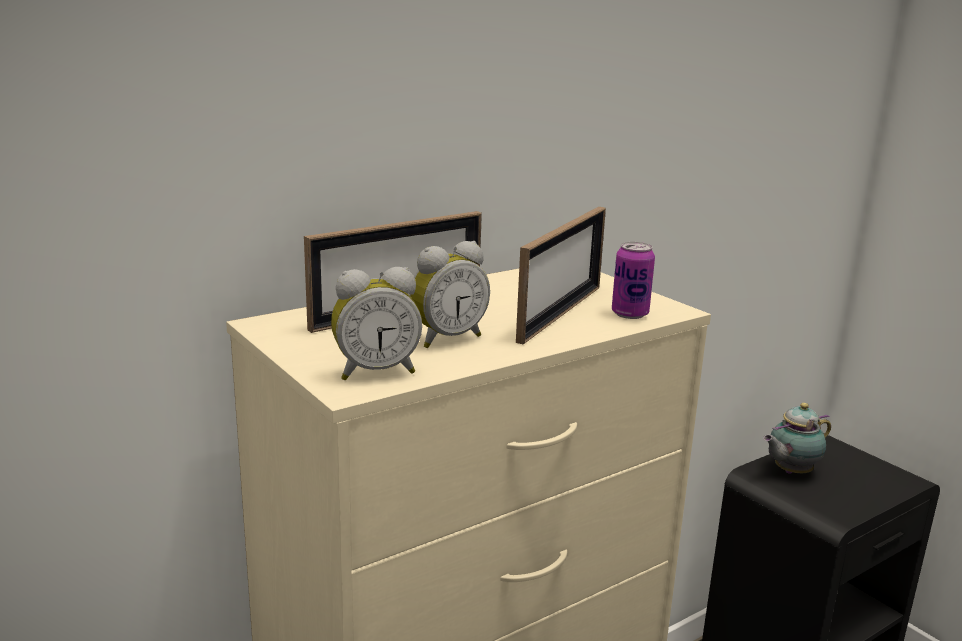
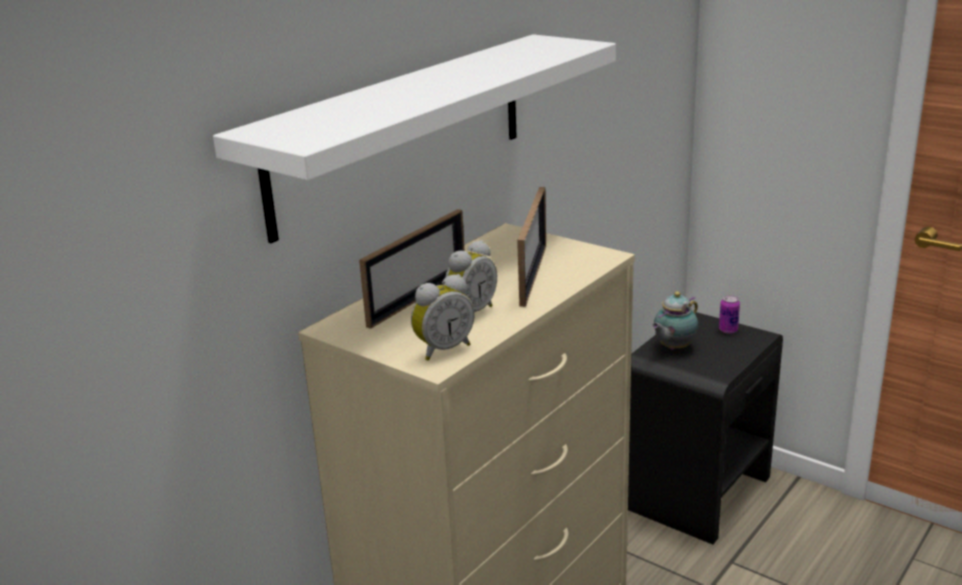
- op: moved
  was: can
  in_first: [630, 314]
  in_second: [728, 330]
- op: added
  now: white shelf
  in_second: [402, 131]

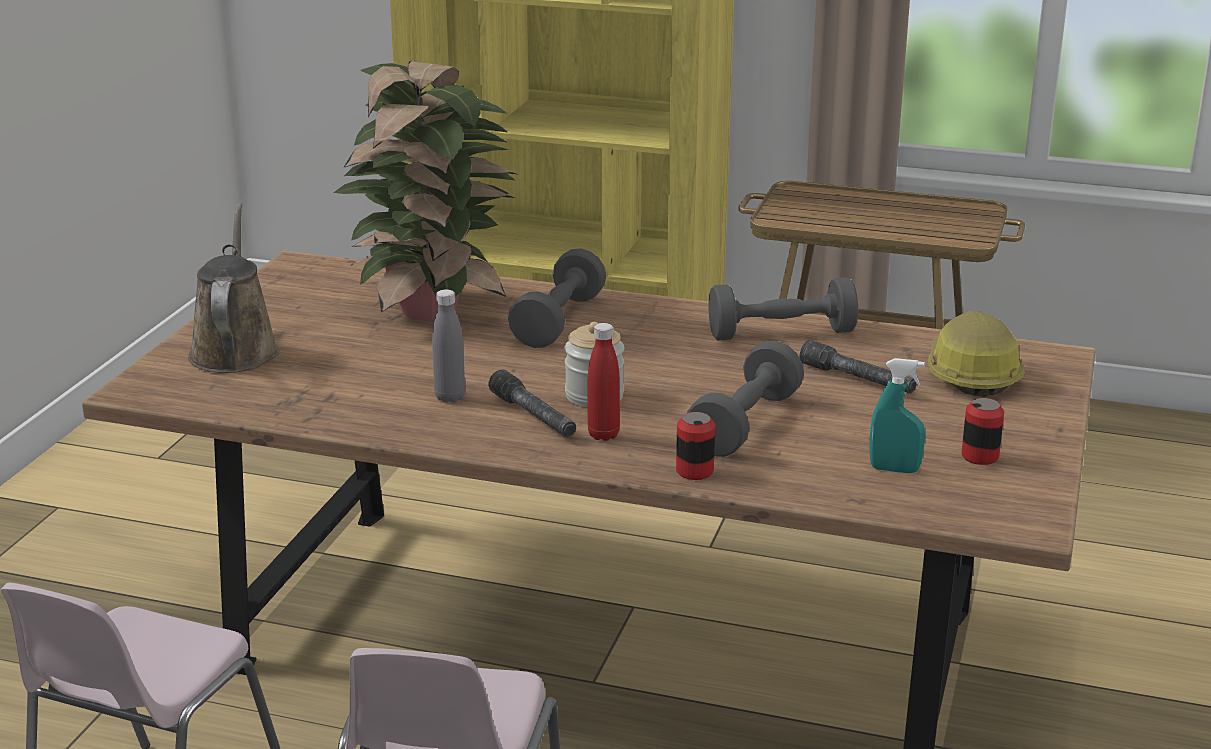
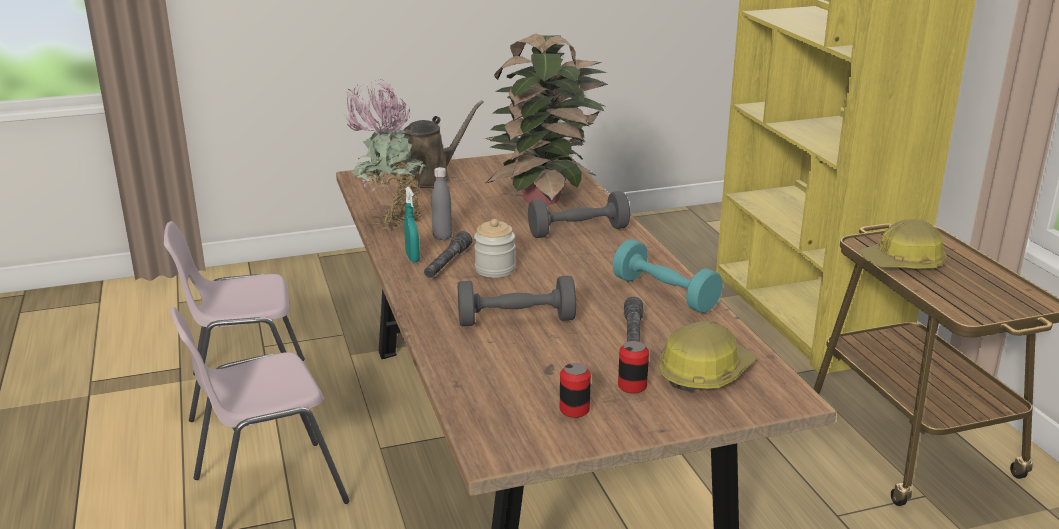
- op: removed
  was: red bottle
  in_first: [603, 435]
- op: moved
  was: can
  in_first: [694, 471]
  in_second: [632, 386]
- op: recoloured
  was: grey dumbbell
  now: turquoise dumbbell
  in_first: [781, 333]
  in_second: [665, 294]
- op: moved
  was: turquoise spray bottle
  in_first: [894, 469]
  in_second: [412, 258]
- op: added
  now: potted plant
  in_second: [391, 220]
- op: added
  now: hard hat
  in_second: [903, 263]

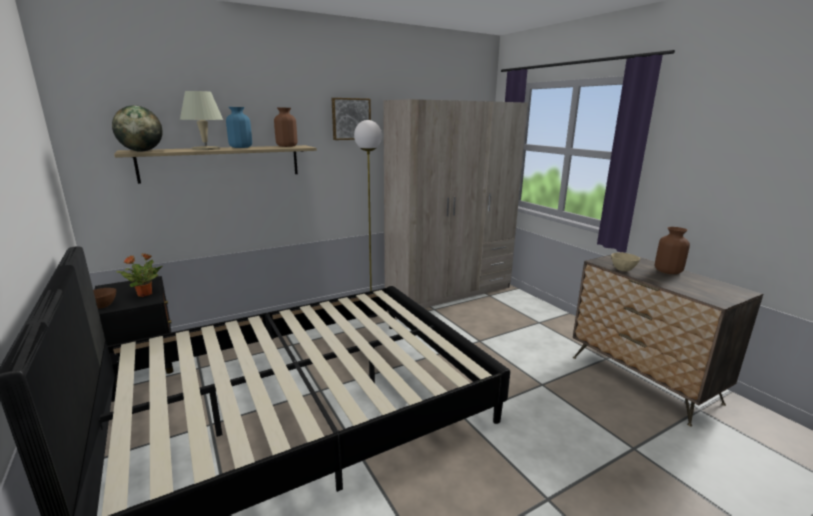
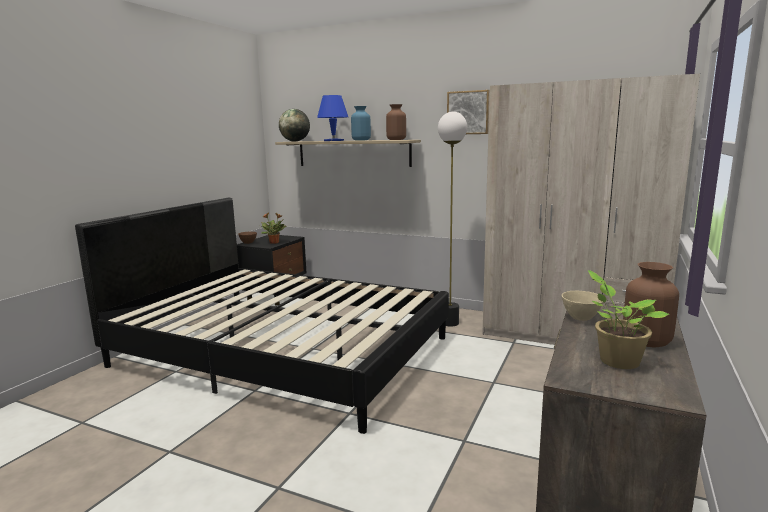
- op: recoloured
  was: beige table lamp
  now: blue table lamp
  in_first: [206, 149]
  in_second: [333, 140]
- op: added
  now: potted plant
  in_second: [616, 360]

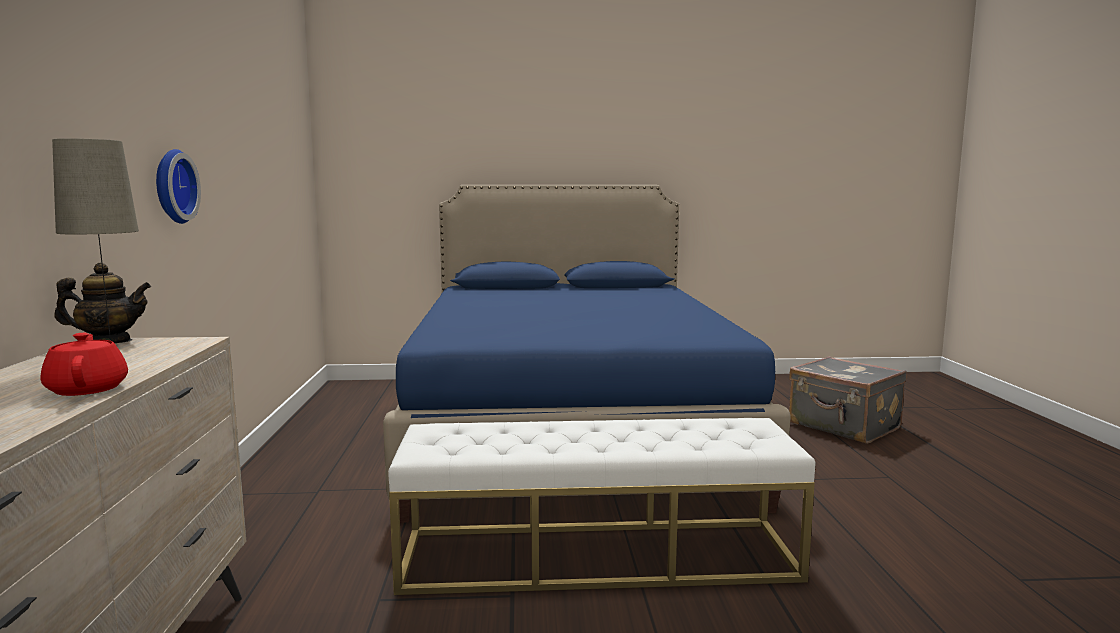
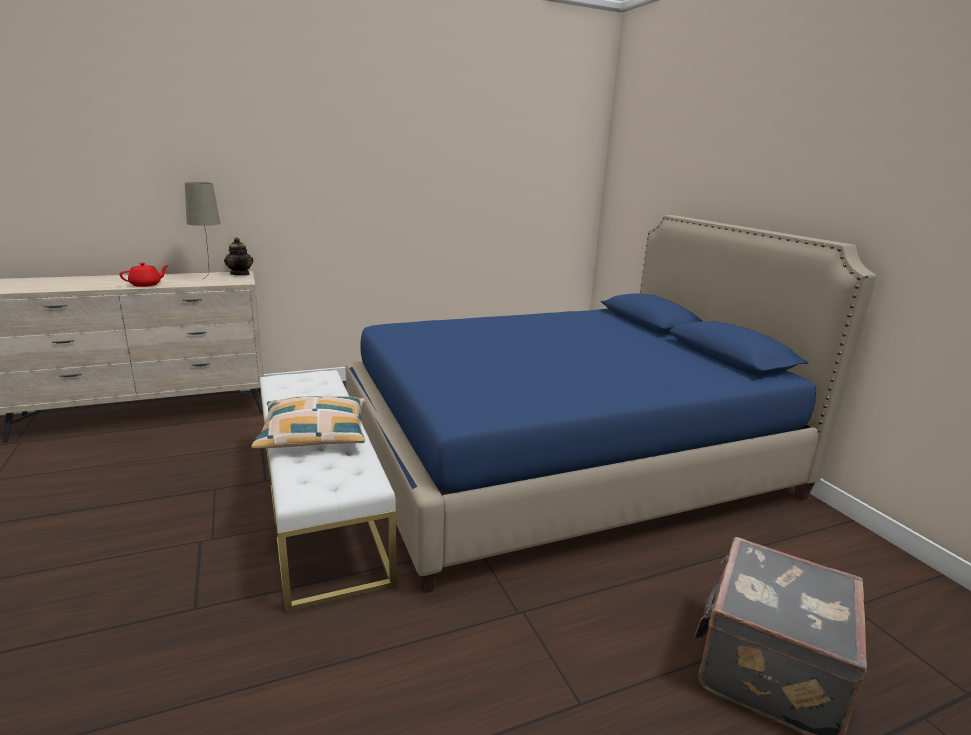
- op: removed
  was: wall clock
  in_first: [171, 186]
- op: added
  now: pillow
  in_second: [314, 434]

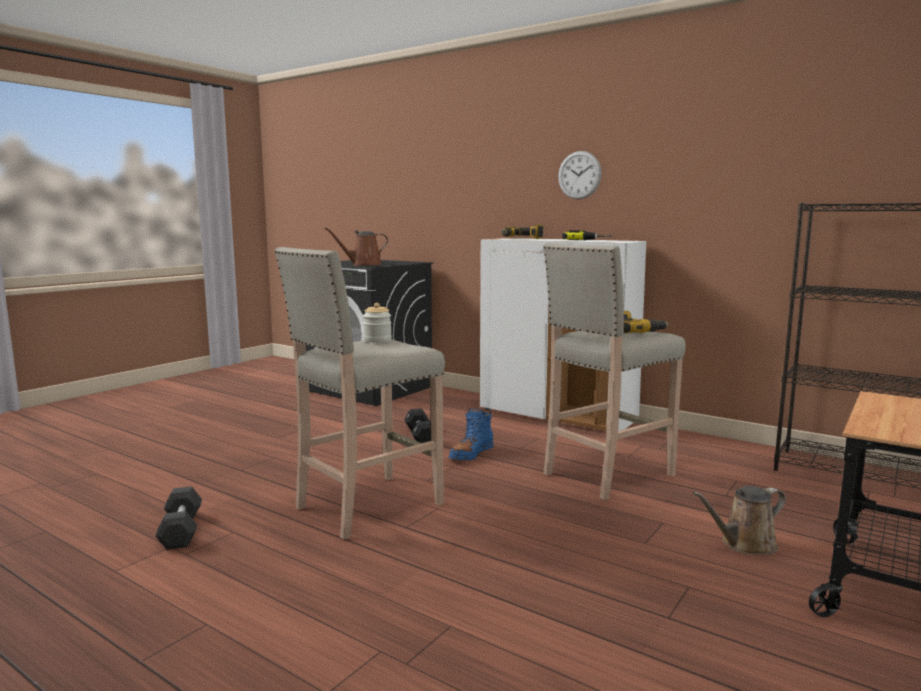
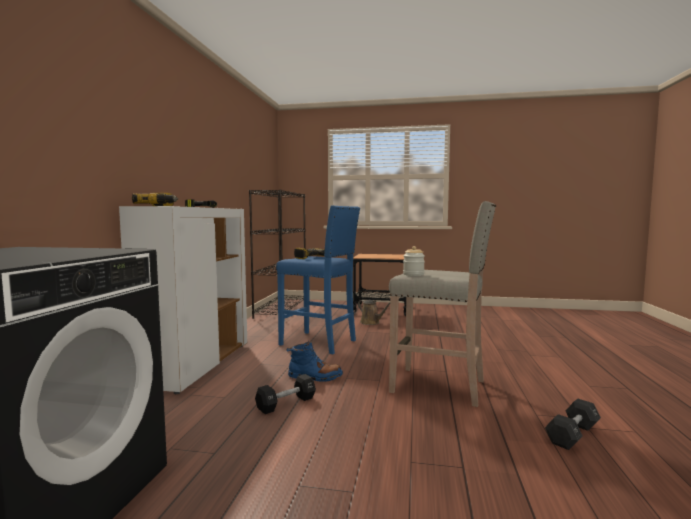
- op: removed
  was: brown watering can
  in_first: [363, 265]
- op: recoloured
  was: beige stool
  now: blue stool
  in_first: [605, 475]
  in_second: [319, 343]
- op: removed
  was: wall clock
  in_first: [579, 175]

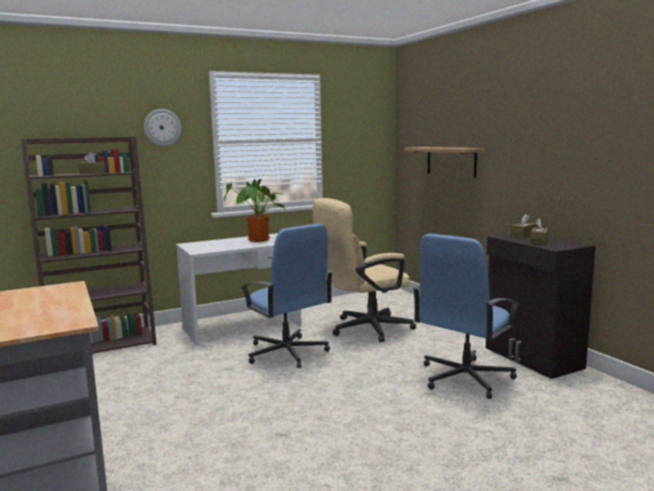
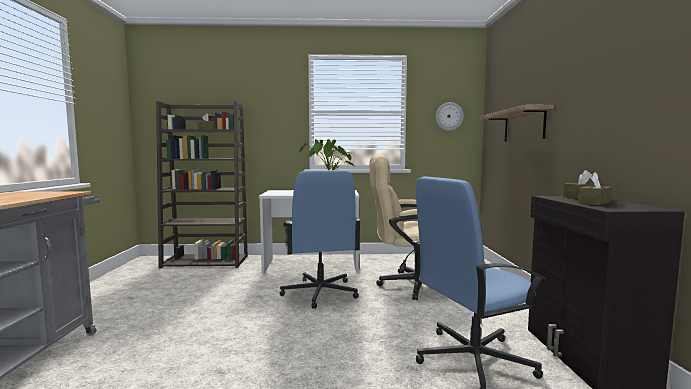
- op: moved
  was: wall clock
  in_first: [162, 127]
  in_second: [449, 116]

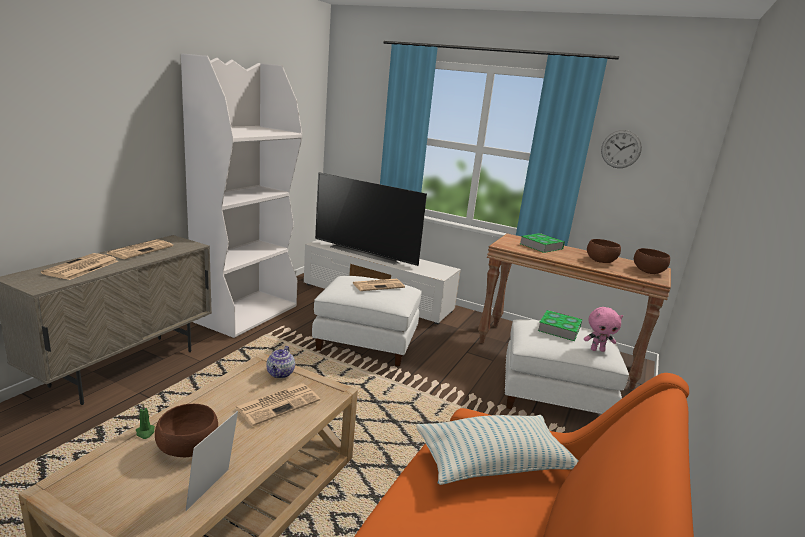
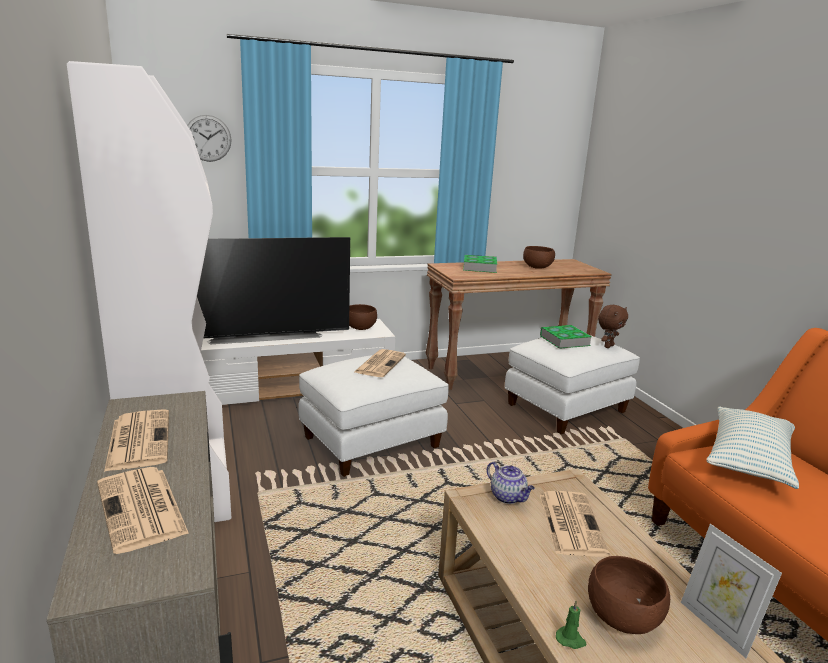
- op: recoloured
  was: pink plush toy
  now: brown plush toy
  in_first: [597, 350]
  in_second: [608, 346]
- op: moved
  was: wall clock
  in_first: [621, 149]
  in_second: [208, 138]
- op: moved
  was: brown bowl
  in_first: [648, 271]
  in_second: [360, 327]

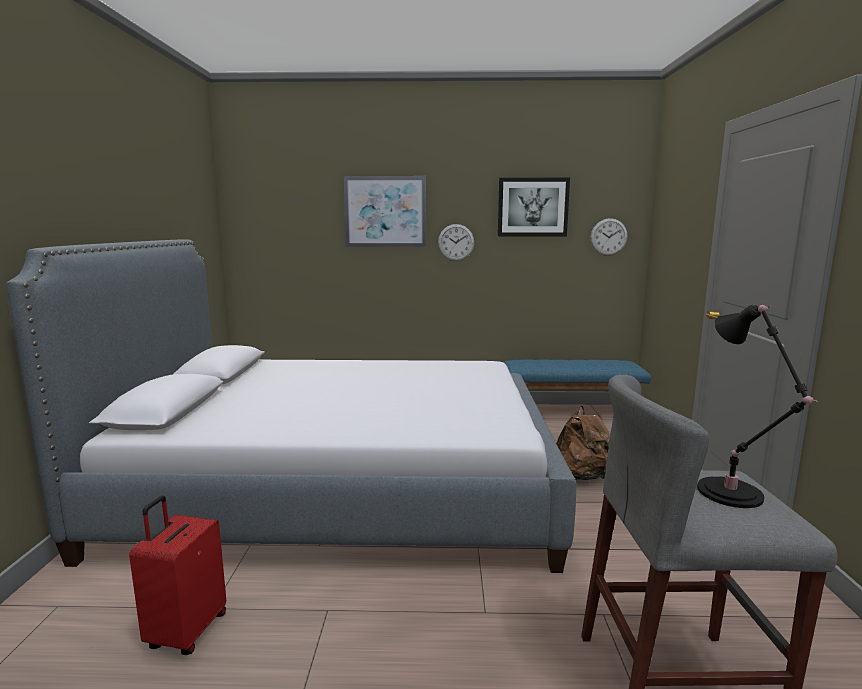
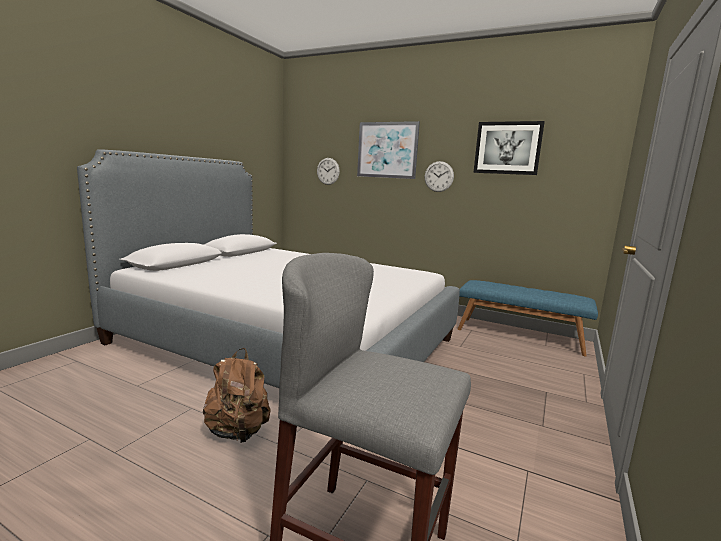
- op: removed
  was: red suitcase
  in_first: [186, 631]
- op: moved
  was: brown backpack
  in_first: [581, 477]
  in_second: [238, 432]
- op: moved
  was: wall clock
  in_first: [608, 237]
  in_second: [328, 171]
- op: removed
  was: black table lamp
  in_first: [733, 495]

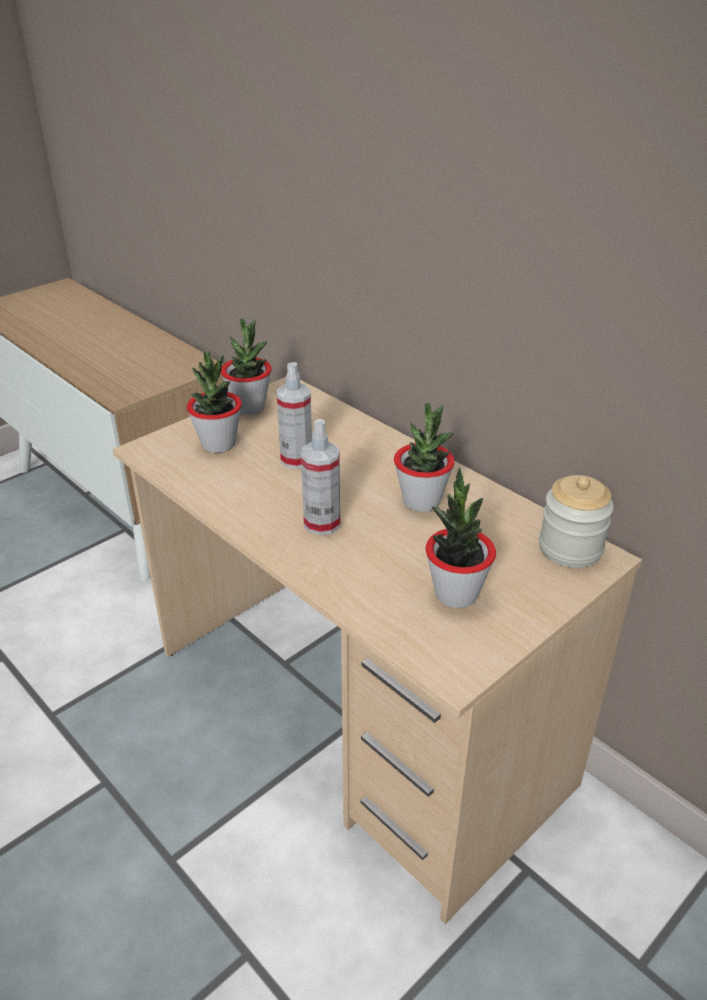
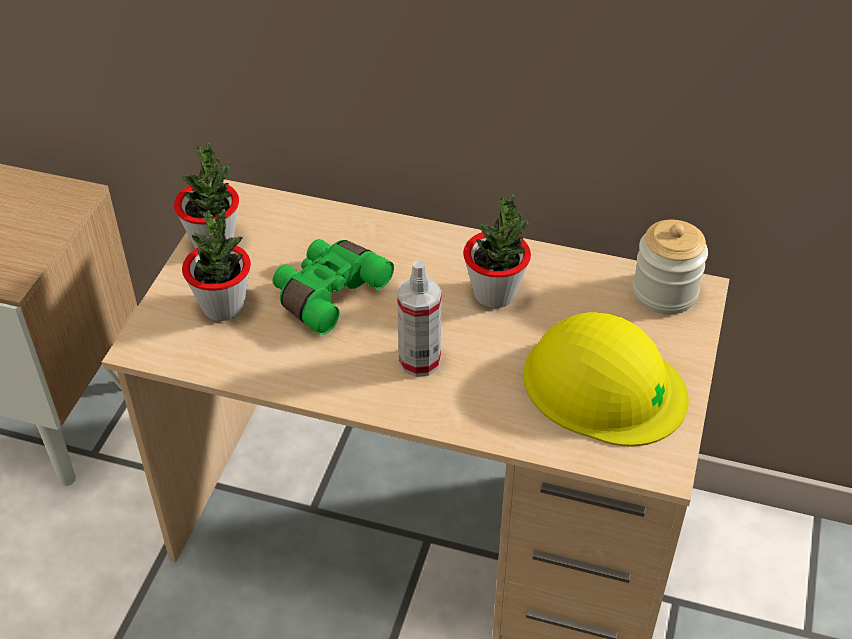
- op: replaced
  was: spray bottle
  now: green binoculars
  in_first: [296, 459]
  in_second: [327, 293]
- op: replaced
  was: potted plant
  now: yellow hard hat
  in_first: [456, 593]
  in_second: [603, 385]

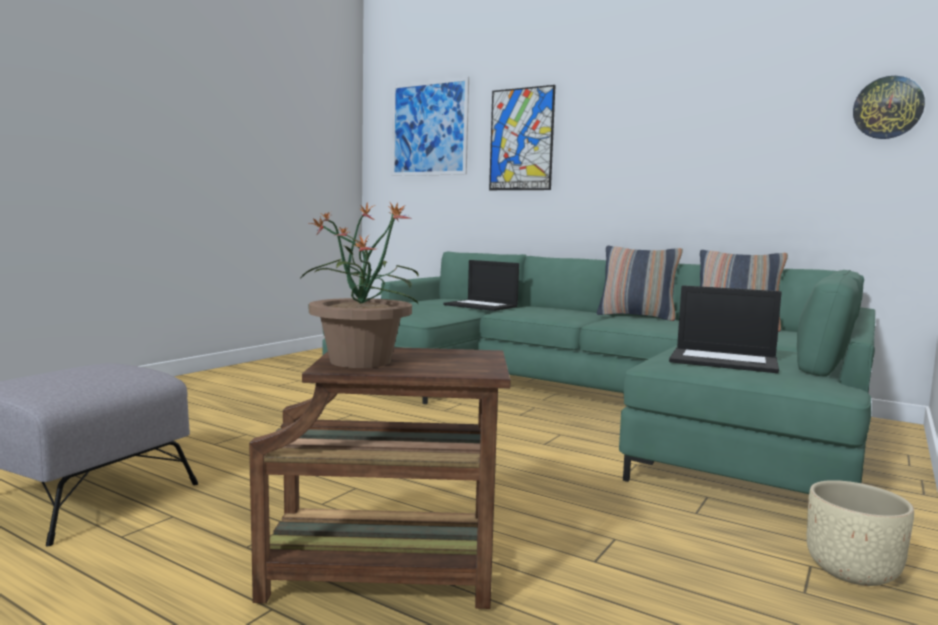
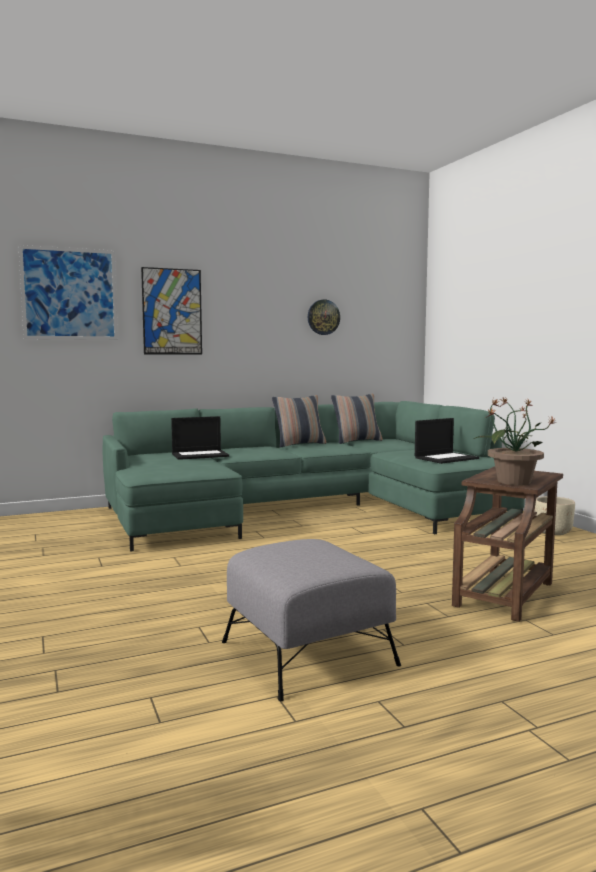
- op: moved
  was: wall clock
  in_first: [887, 108]
  in_second: [323, 317]

